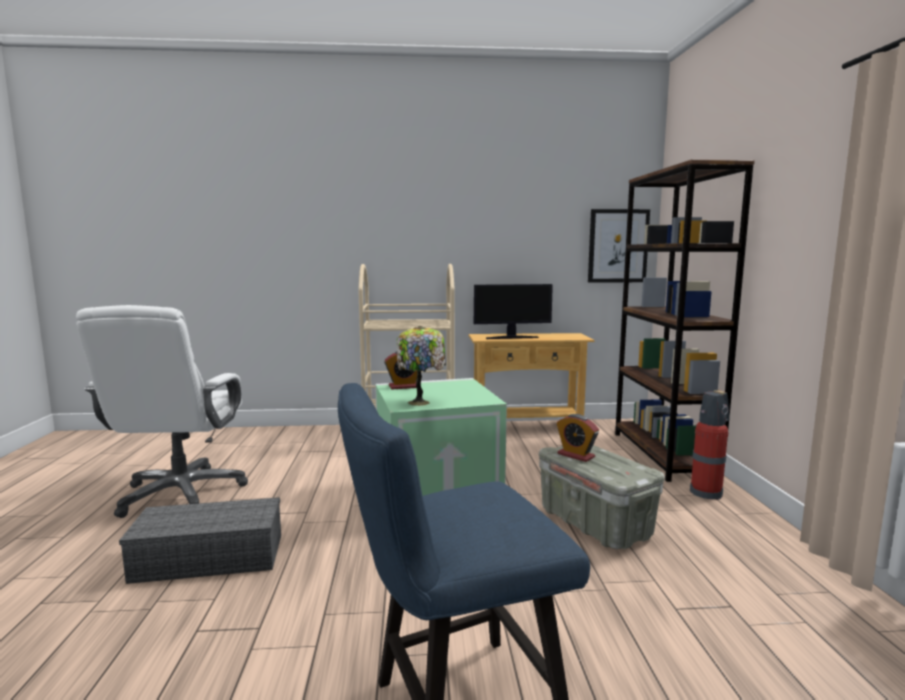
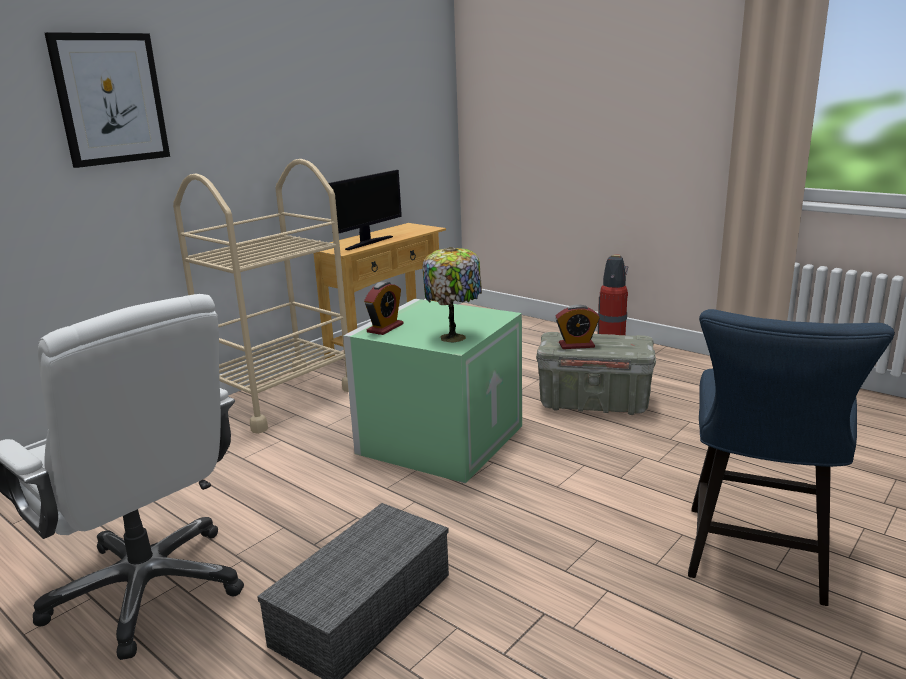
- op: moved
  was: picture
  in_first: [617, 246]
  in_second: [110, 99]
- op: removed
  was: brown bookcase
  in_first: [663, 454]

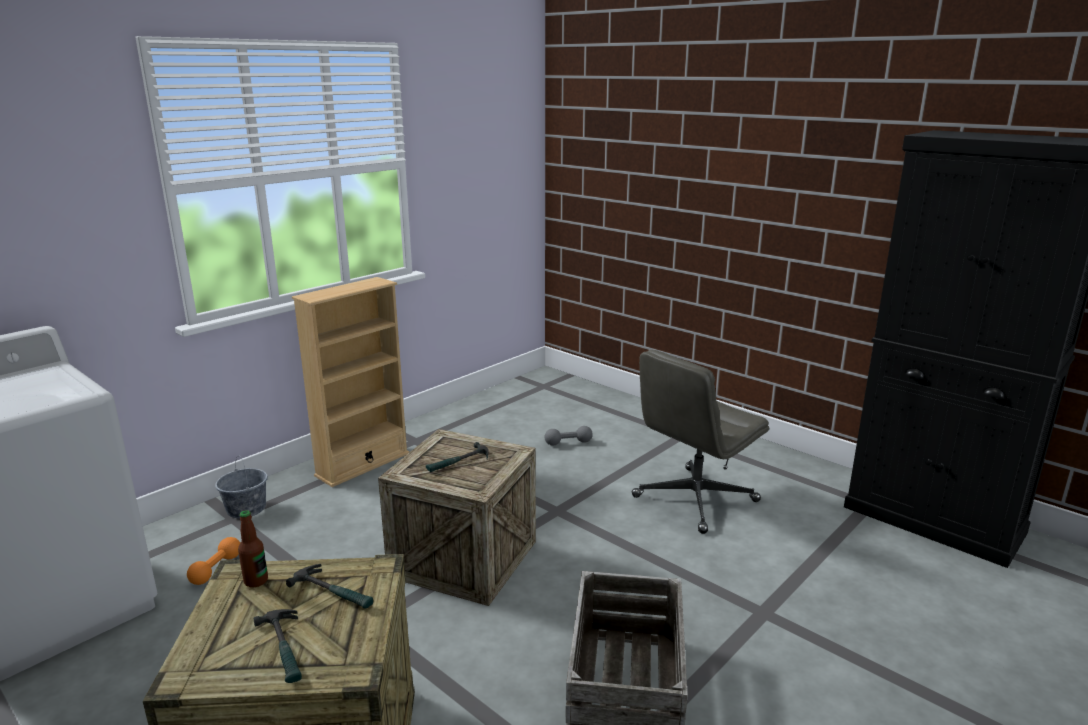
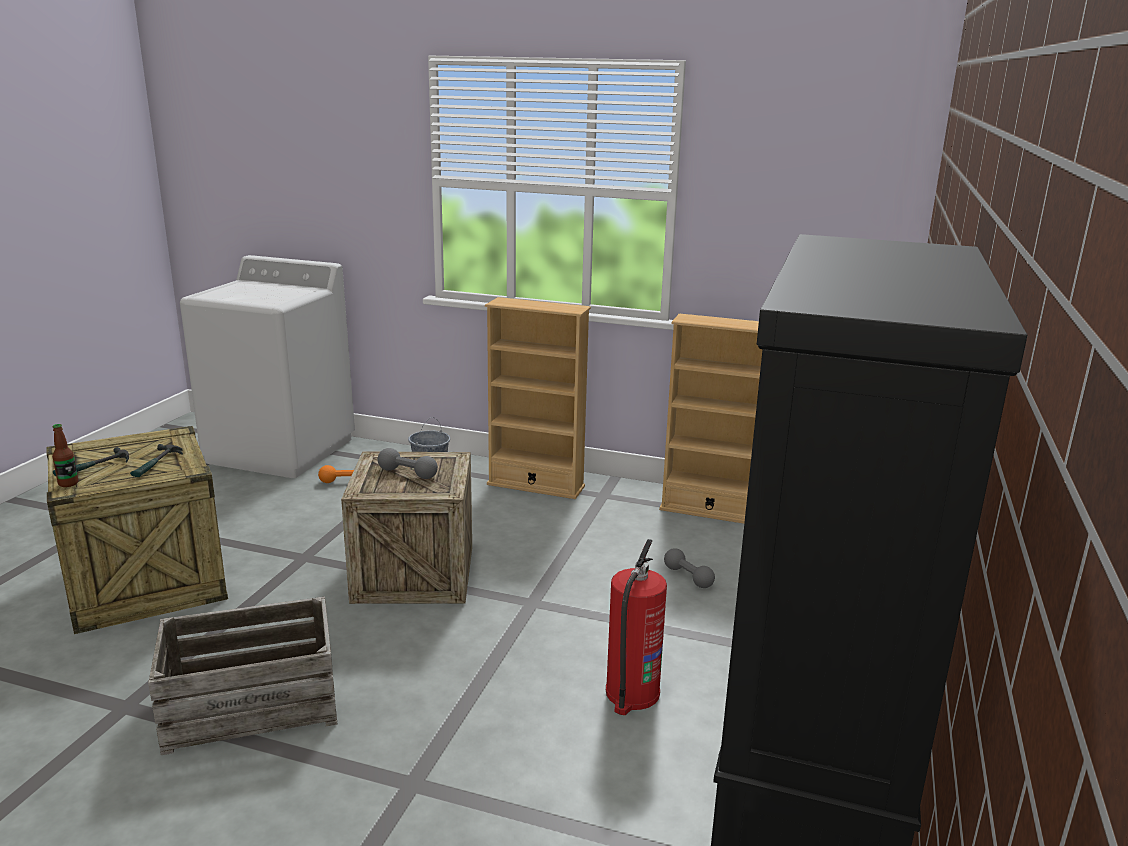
- op: moved
  was: bottle
  in_first: [256, 581]
  in_second: [68, 483]
- op: replaced
  was: hammer
  now: grey dumbbell
  in_first: [458, 462]
  in_second: [407, 473]
- op: replaced
  was: grey office chair
  now: fire extinguisher
  in_first: [694, 500]
  in_second: [631, 693]
- op: added
  now: beige bookcase
  in_second: [710, 510]

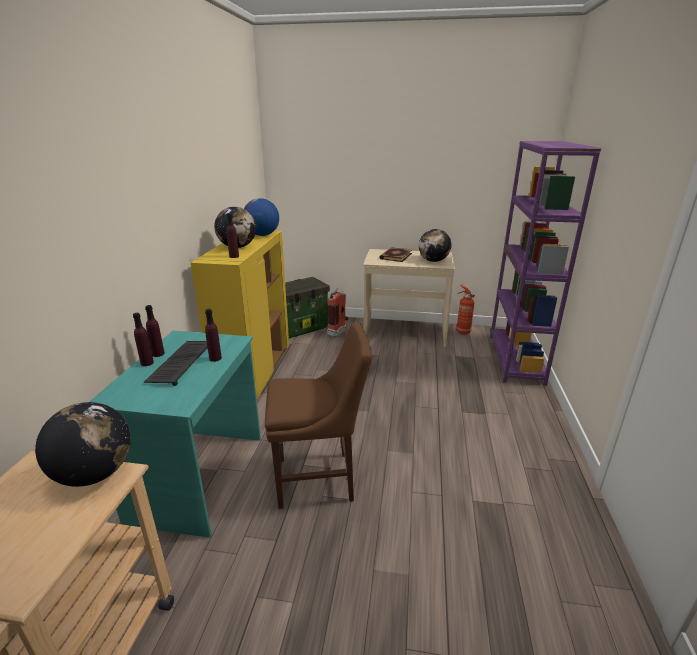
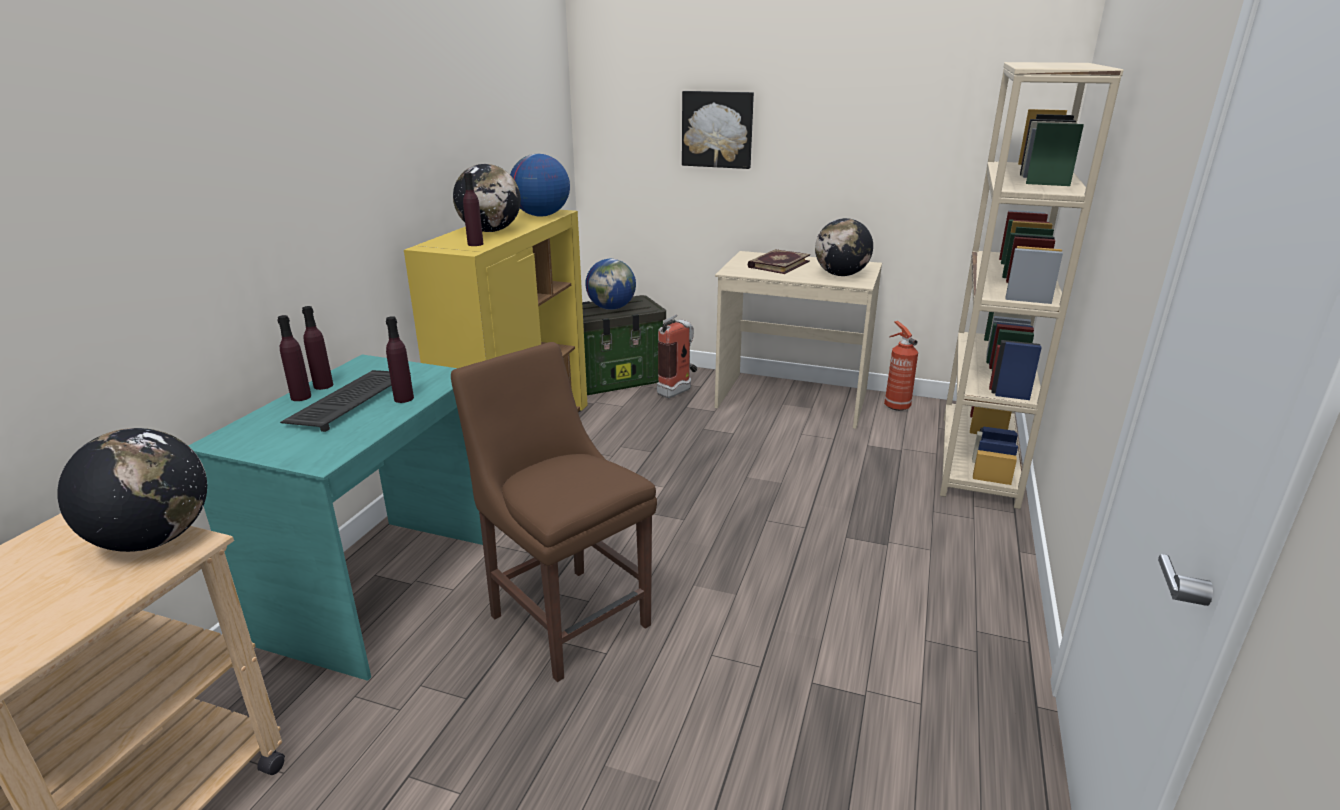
- op: turned
  was: brown chair
  in_first: [319, 479]
  in_second: [566, 616]
  clockwise: -135
- op: recoloured
  was: purple bookcase
  now: beige bookcase
  in_first: [515, 359]
  in_second: [978, 459]
- op: added
  now: globe
  in_second: [611, 308]
- op: added
  now: picture
  in_second: [717, 129]

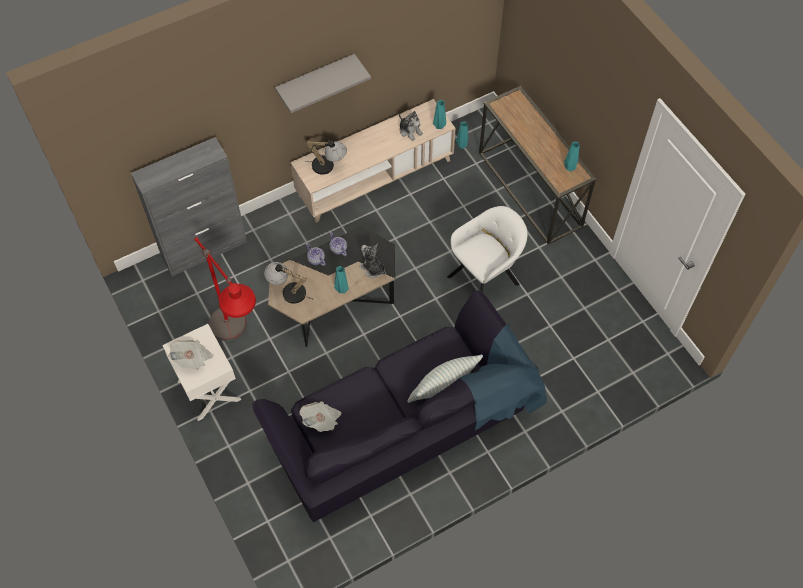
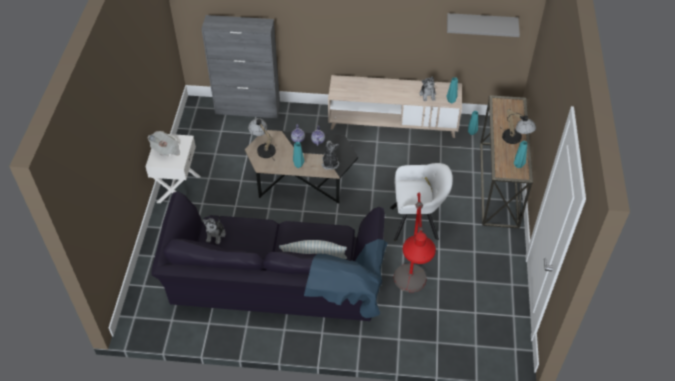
- op: moved
  was: red floor lamp
  in_first: [239, 344]
  in_second: [409, 298]
- op: moved
  was: grey shelf
  in_first: [316, 79]
  in_second: [481, 24]
- op: replaced
  was: newspaper
  now: plush toy
  in_first: [322, 420]
  in_second: [216, 235]
- op: moved
  was: table lamp
  in_first: [328, 167]
  in_second: [515, 140]

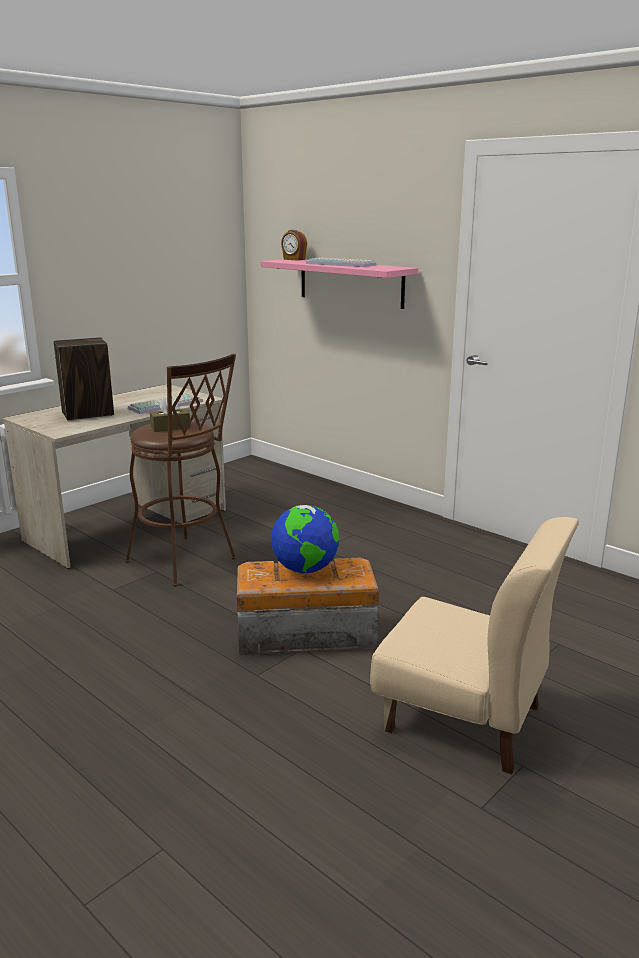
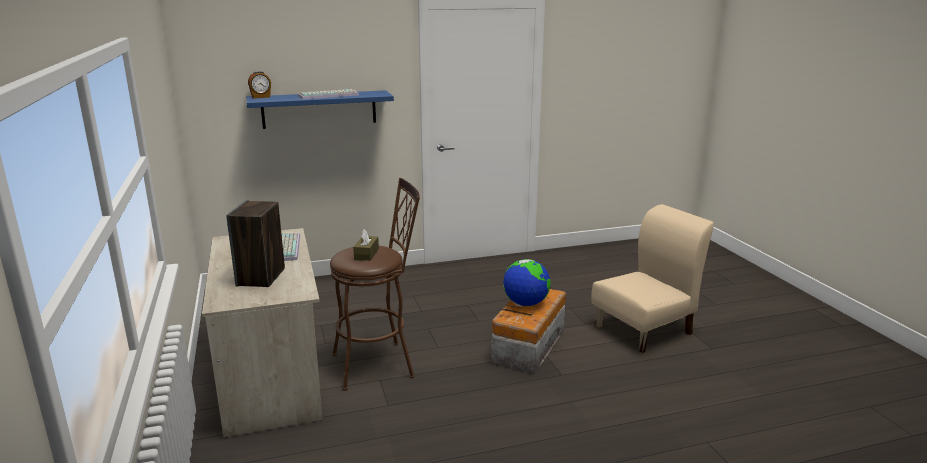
- op: recoloured
  was: pink shelf
  now: blue shelf
  in_first: [350, 282]
  in_second: [319, 109]

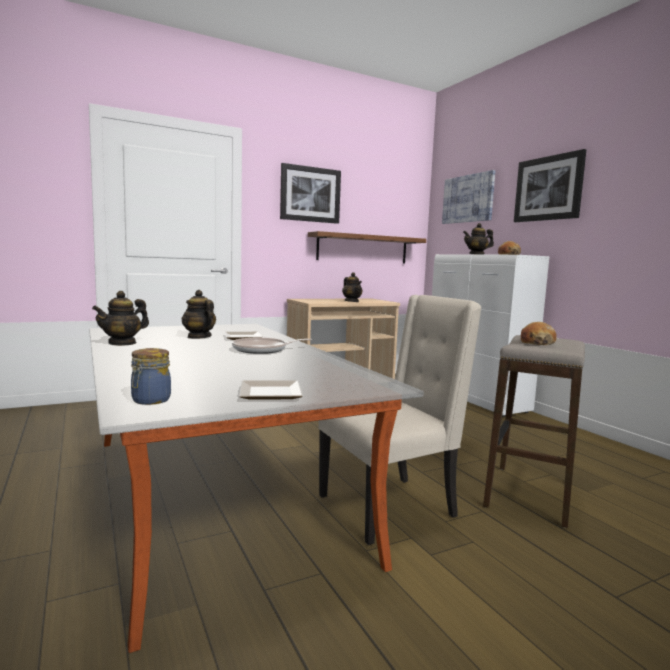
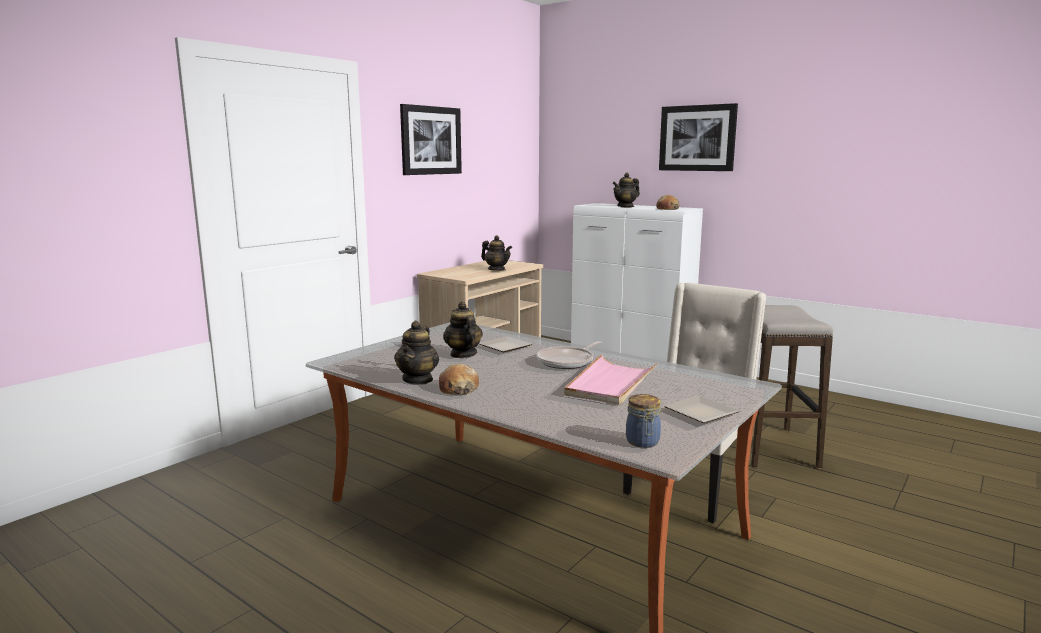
- op: turned
  was: teapot
  in_first: [199, 337]
  in_second: [463, 354]
  clockwise: 45
- op: removed
  was: shelf
  in_first: [363, 248]
- op: removed
  was: picture
  in_first: [468, 199]
- op: moved
  was: bread
  in_first: [537, 342]
  in_second: [458, 389]
- op: added
  now: pink tray
  in_second: [611, 383]

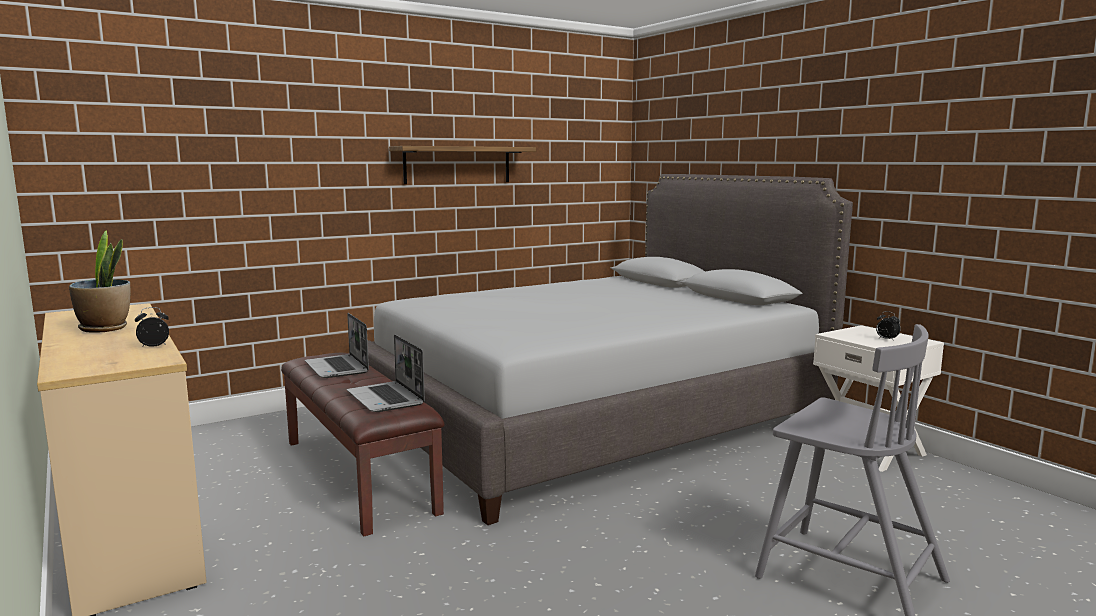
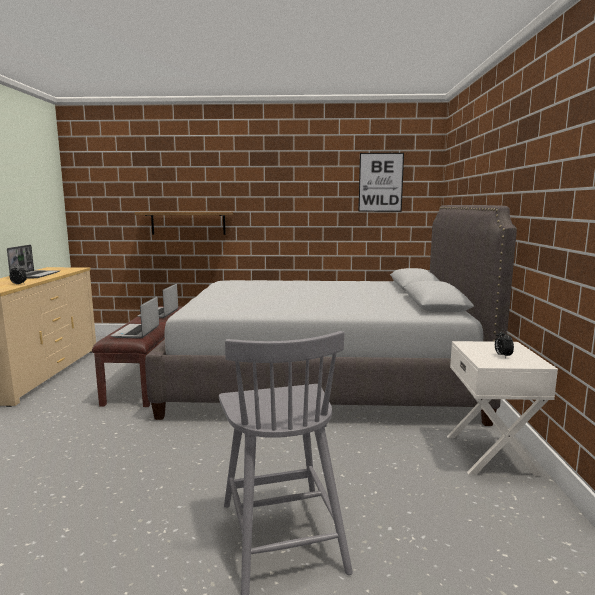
- op: replaced
  was: potted plant
  now: laptop
  in_first: [105, 328]
  in_second: [35, 275]
- op: moved
  was: shelf
  in_first: [457, 165]
  in_second: [188, 223]
- op: added
  now: picture
  in_second: [380, 182]

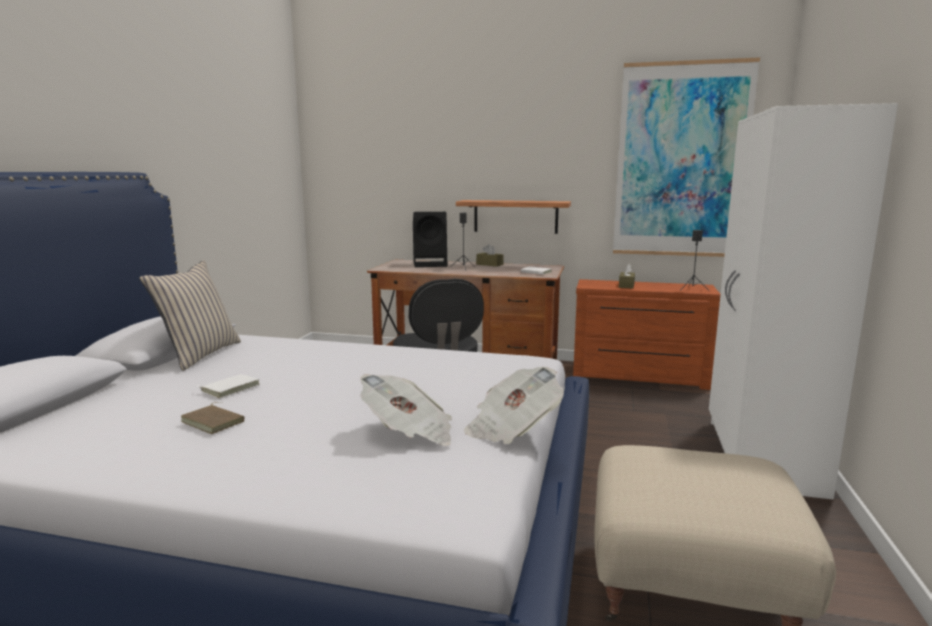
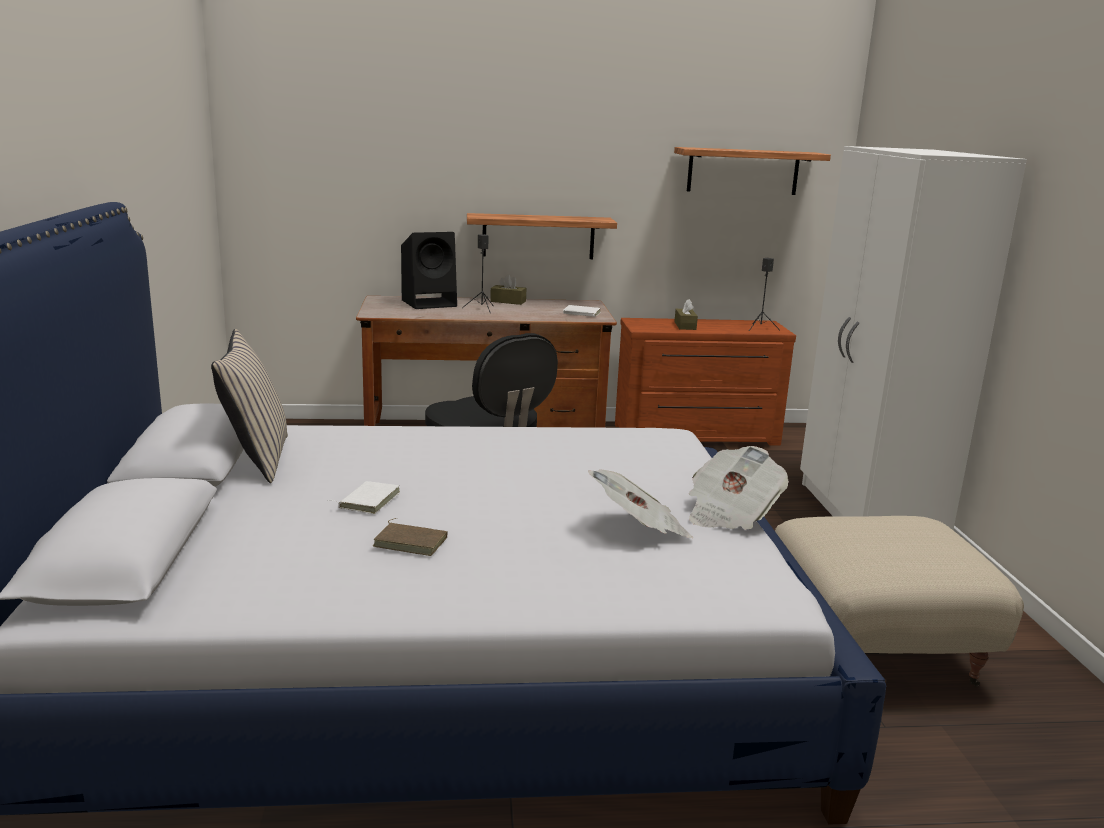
- op: replaced
  was: picture
  now: shelf
  in_first: [681, 161]
  in_second: [743, 171]

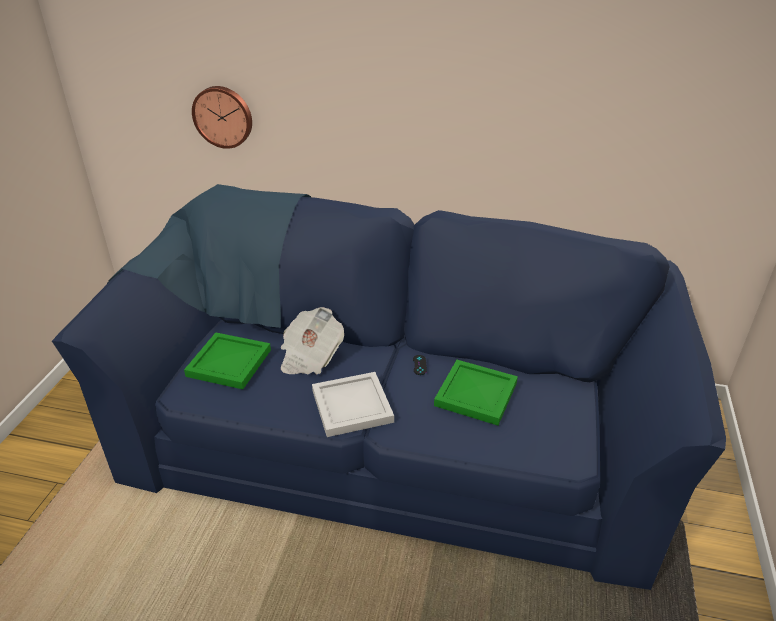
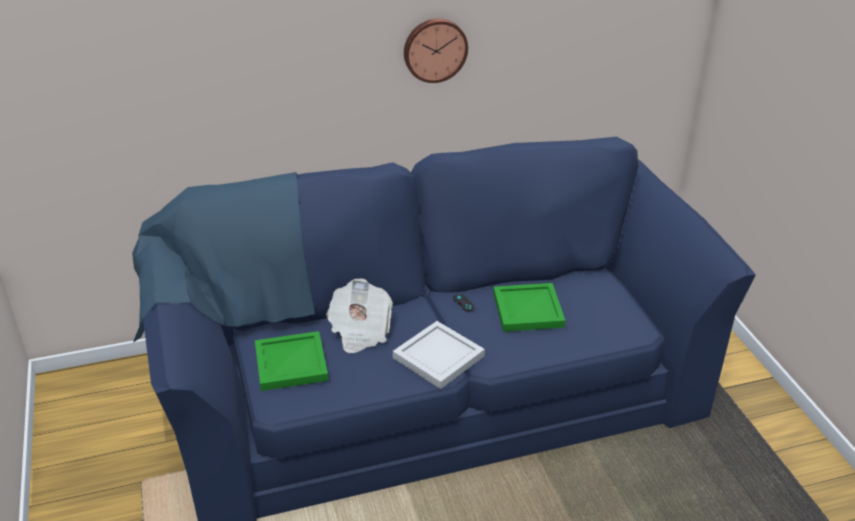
- op: moved
  was: wall clock
  in_first: [223, 116]
  in_second: [434, 49]

